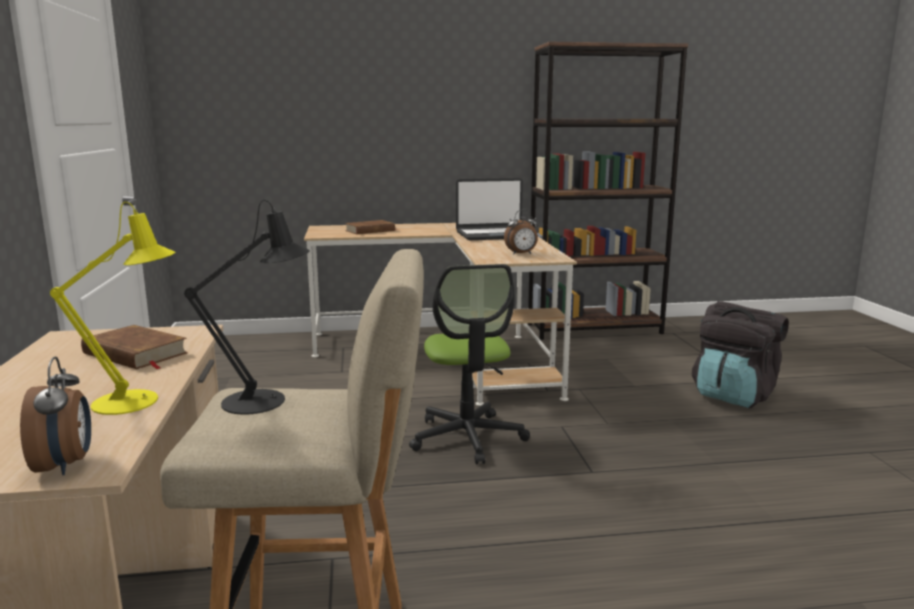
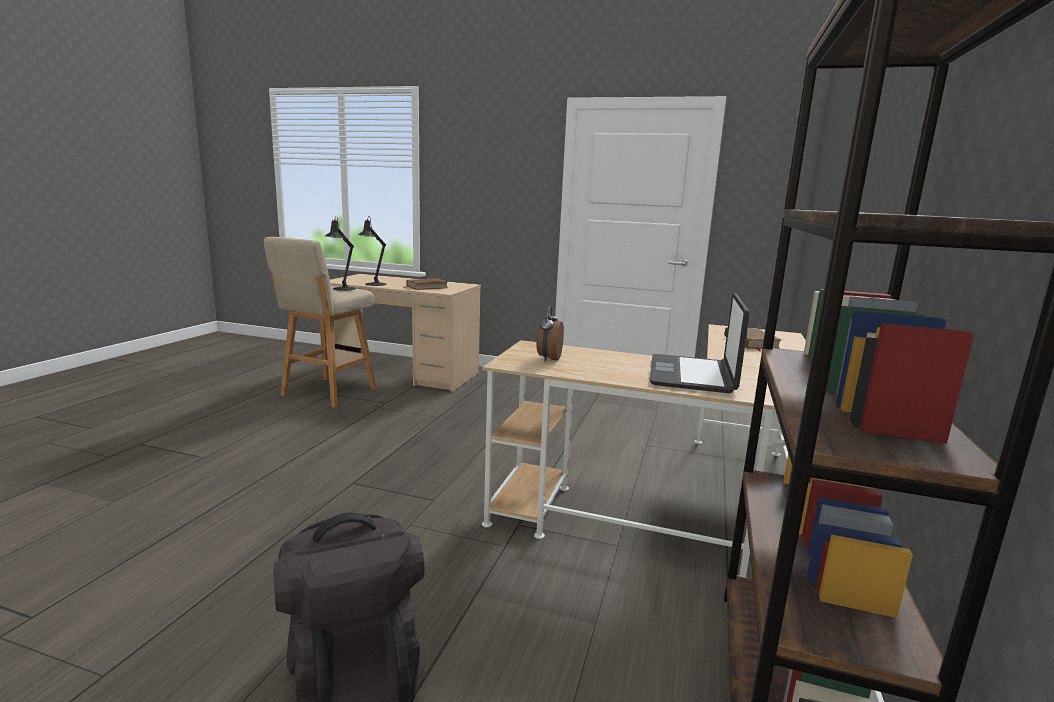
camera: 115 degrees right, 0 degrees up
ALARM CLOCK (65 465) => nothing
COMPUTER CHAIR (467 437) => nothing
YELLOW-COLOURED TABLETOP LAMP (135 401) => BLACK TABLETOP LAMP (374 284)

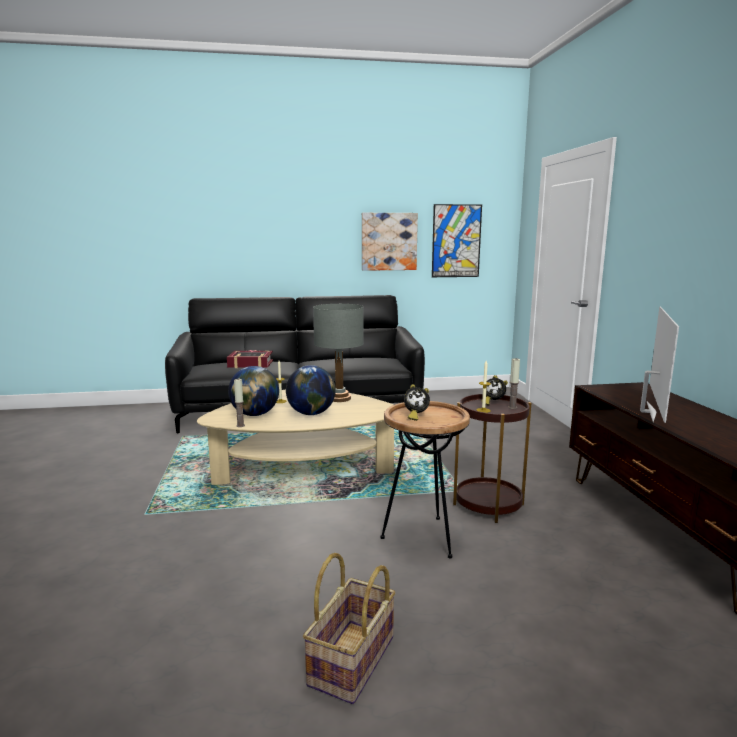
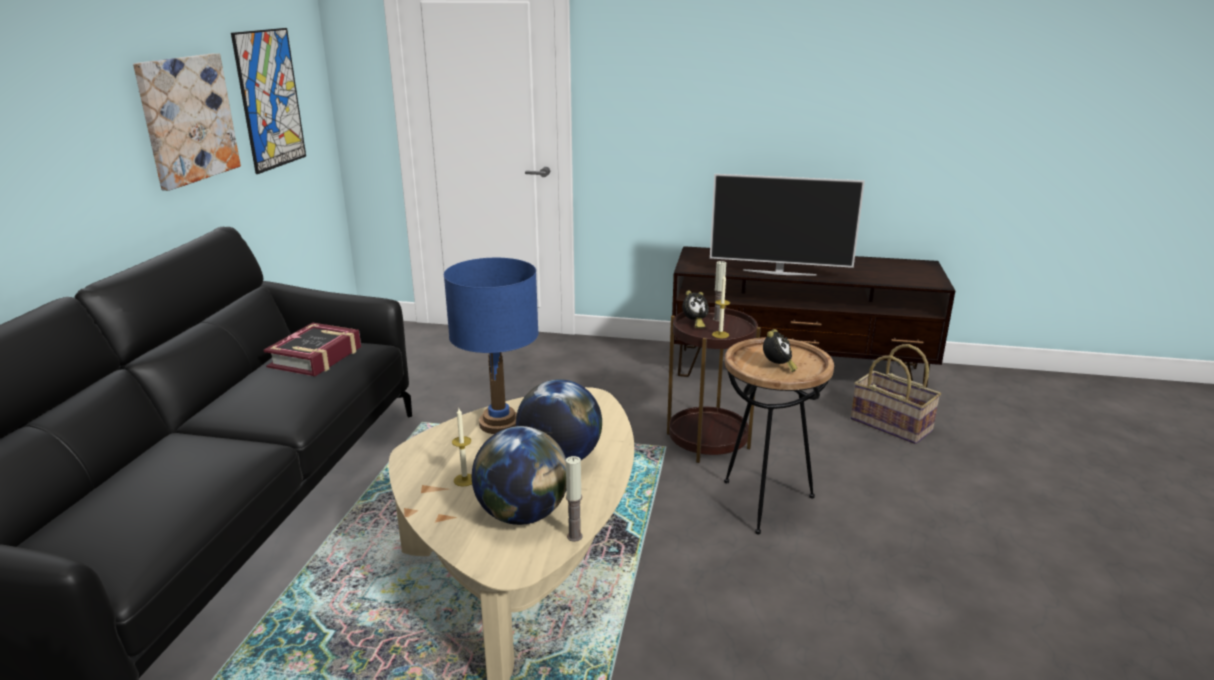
camera: 70 degrees left, 10 degrees up
BOUND BOOK (250 364) => BOUND BOOK (316 357), moved
HOUSEHOLD BASKET (353 661) => HOUSEHOLD BASKET (892 424), moved
GREYISH TABLETOP LAMP (339 398) => BLUE TABLETOP LAMP (499 424)
TELEVISION (648 411) => TELEVISION (779 272), 150 degrees clockwise

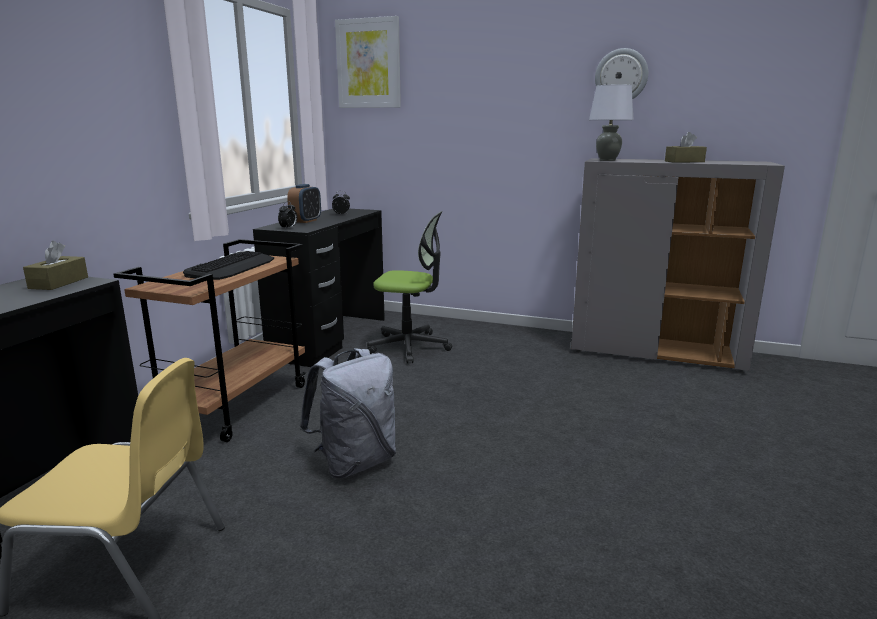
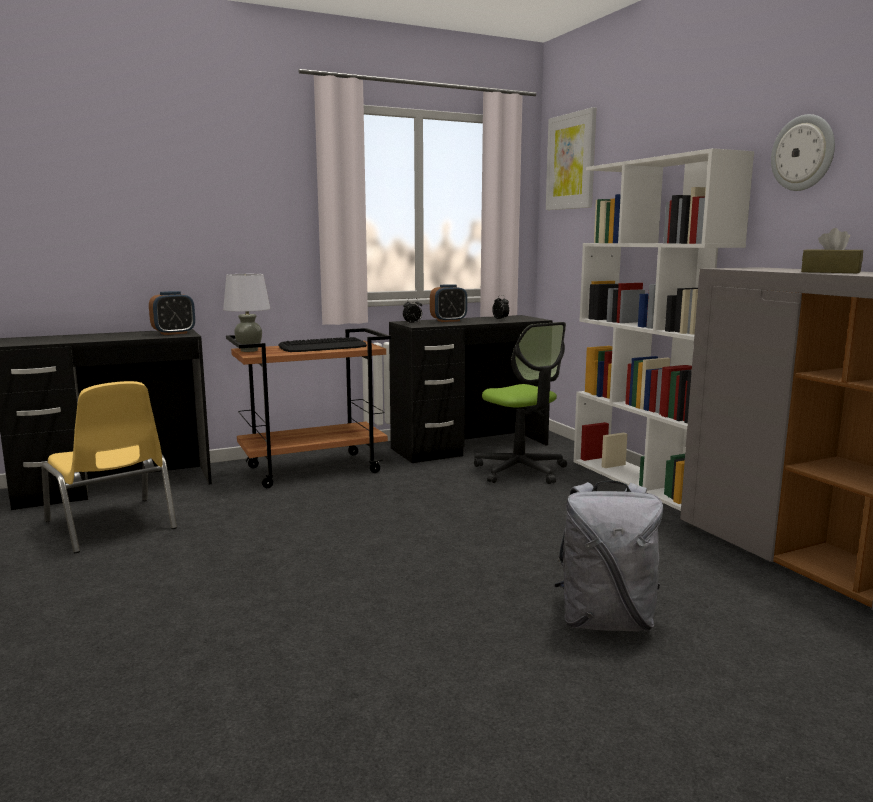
camera: 45 degrees right, 5 degrees down
nothing => WHITE-COLOURED BOOKCASE (642 481)
GREYISH RUCKSACK (355 462) => GREYISH RUCKSACK (605 621), moved
GREYISH TABLETOP LAMP (607 160) => GREYISH TABLETOP LAMP (249 350), moved
BROWNISH TISSUE HOLDER (59 283) => ALARM CLOCK (174 333)

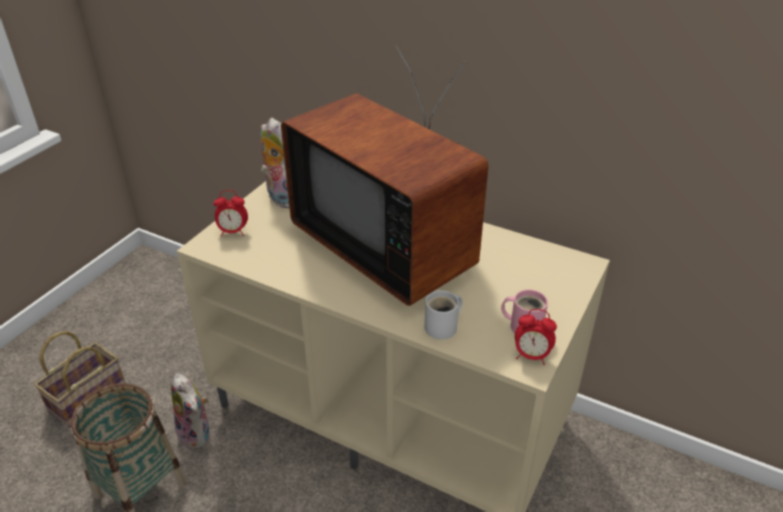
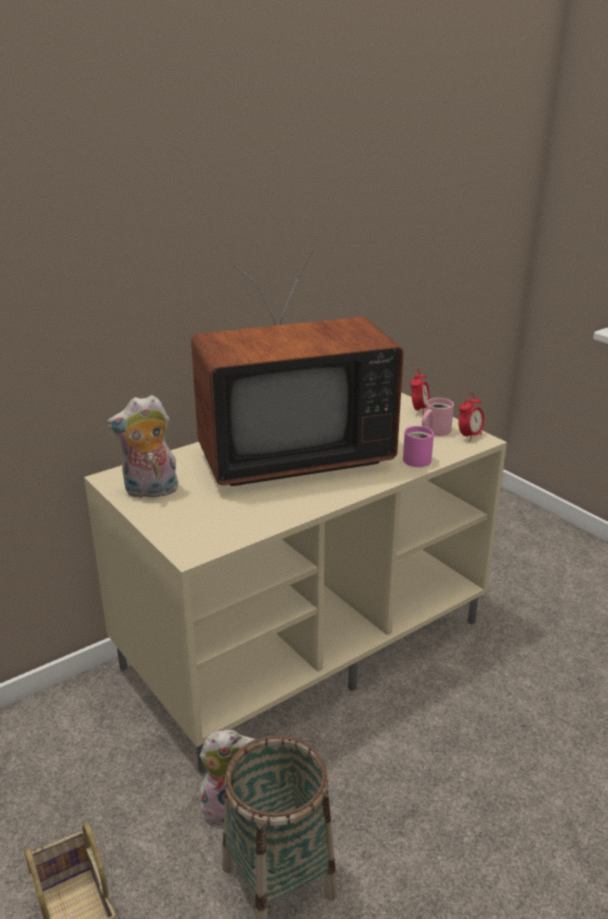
camera: 65 degrees left, 10 degrees down
ALARM CLOCK (233 232) => ALARM CLOCK (419 410), moved
WHITE-COLOURED COFFEE MUG (444 327) => PINK-COLOURED COFFEE MUG (416 459)

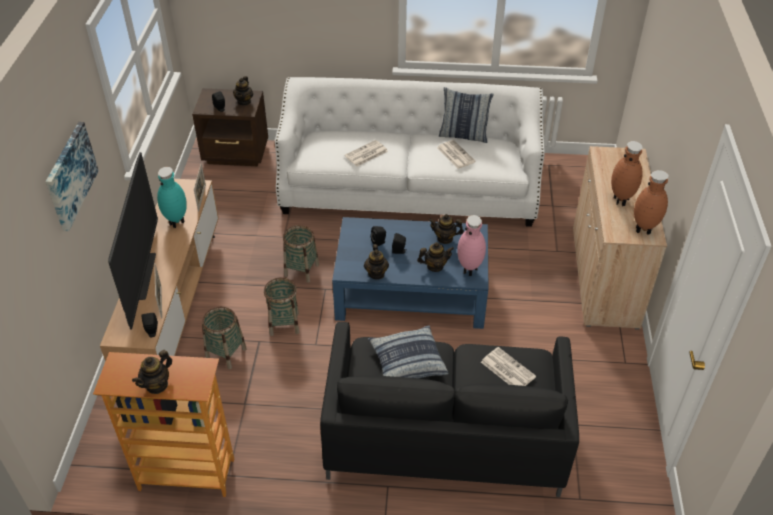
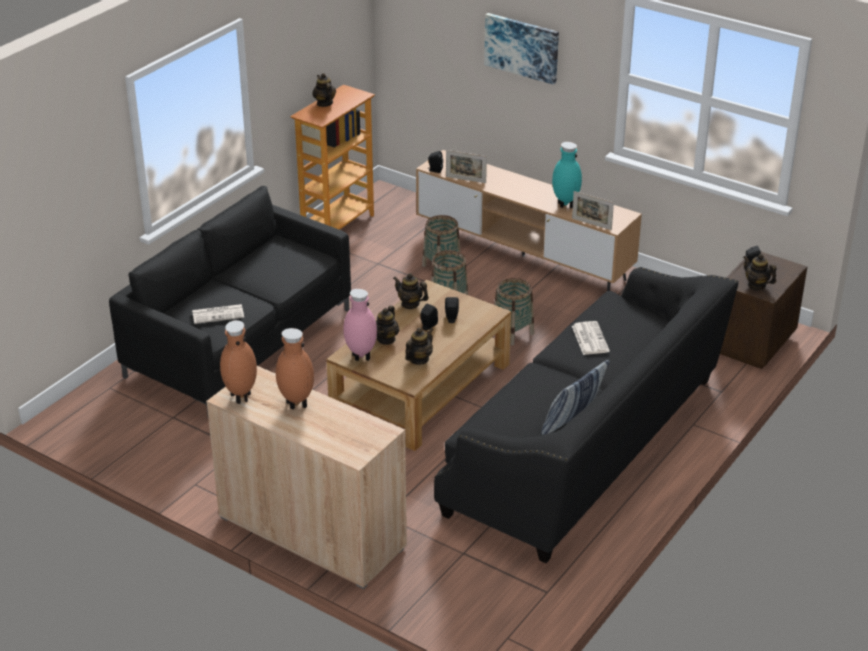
camera: 120 degrees right, 10 degrees down
TELEVISION (144 276) => nothing
THROW PILLOW (407 362) => nothing
DAILY PAPER (455 154) => nothing
WHITE-COLOURED SOFA (409 190) => BLACK SOFA (586 447)
BLUE COFFEE TABLE (412 291) => BROWNISH COFFEE TABLE (420 388)

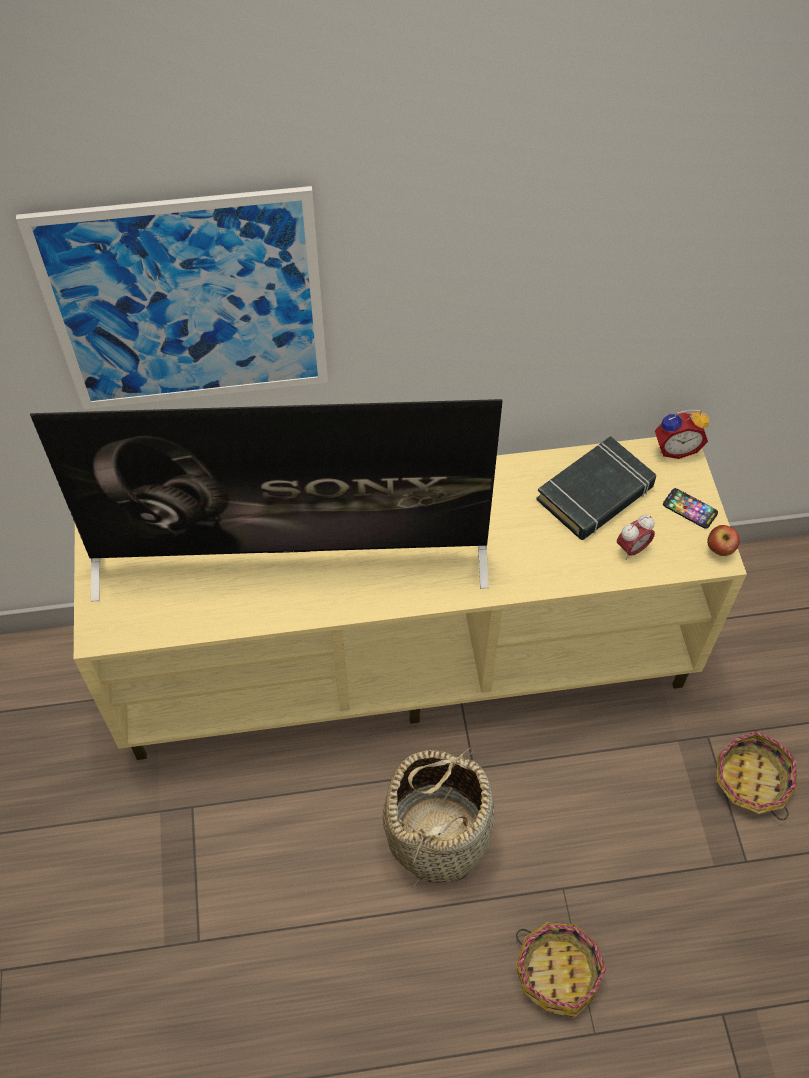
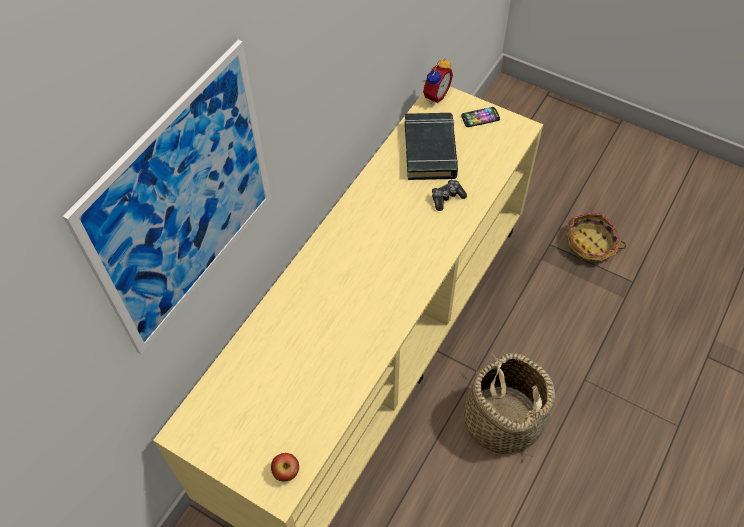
camera: 50 degrees left, 0 degrees up
TELEVISION (292 559) => nothing
HOUSEHOLD BASKET (558 971) => nothing
ALARM CLOCK (632 549) => nothing
nothing => JOYPAD (447 198)
APPLE (719 550) => APPLE (286 472), moved

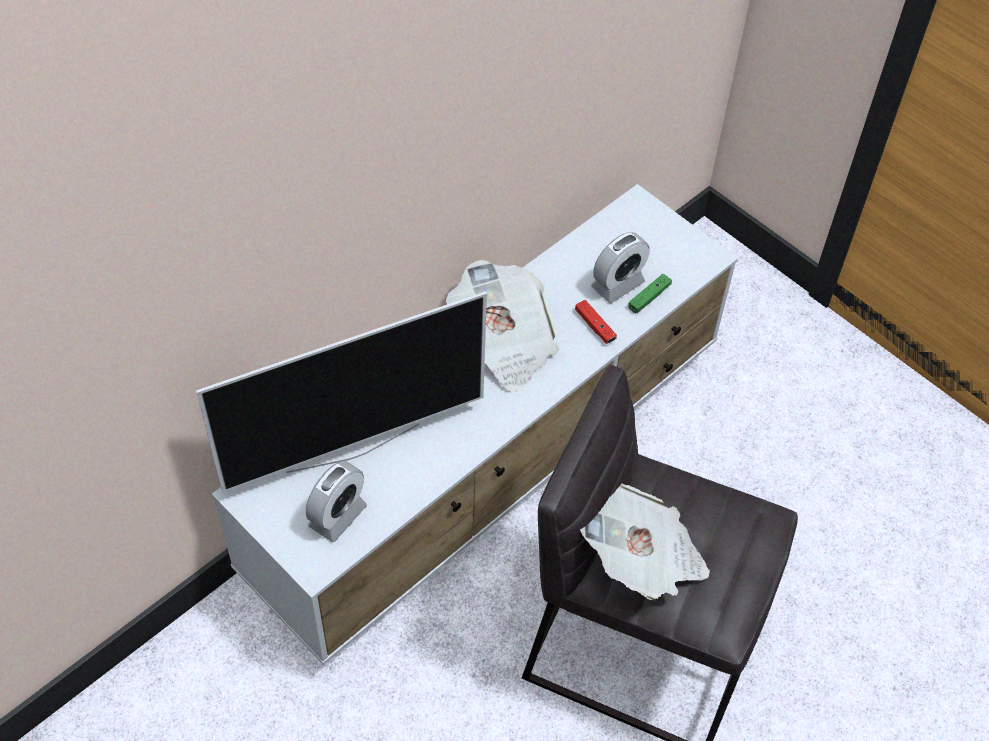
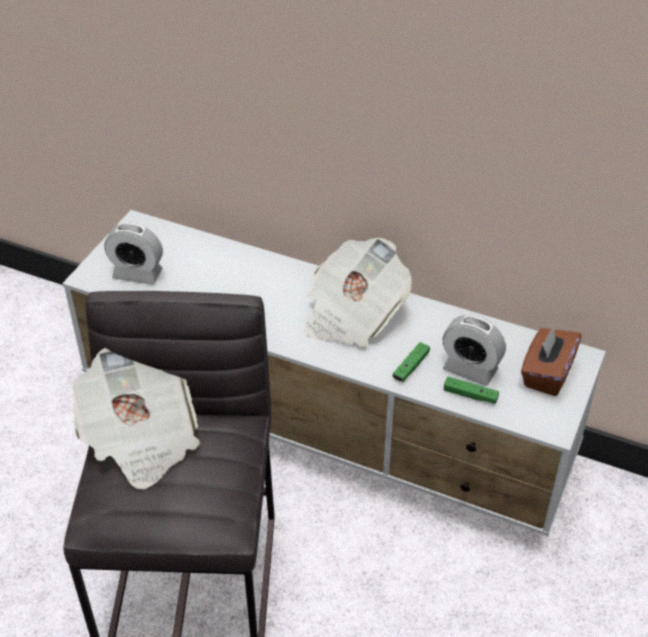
camera: 70 degrees right, 10 degrees down
TELEVISION (352 446) => nothing
nothing => BROWNISH TISSUE HOLDER (546 374)
RED-COLOURED JOYPAD (595 326) => GREEN JOYPAD (411 367)

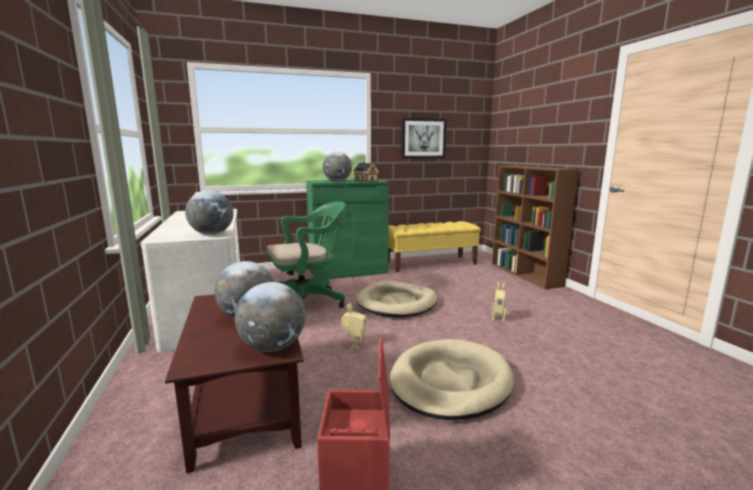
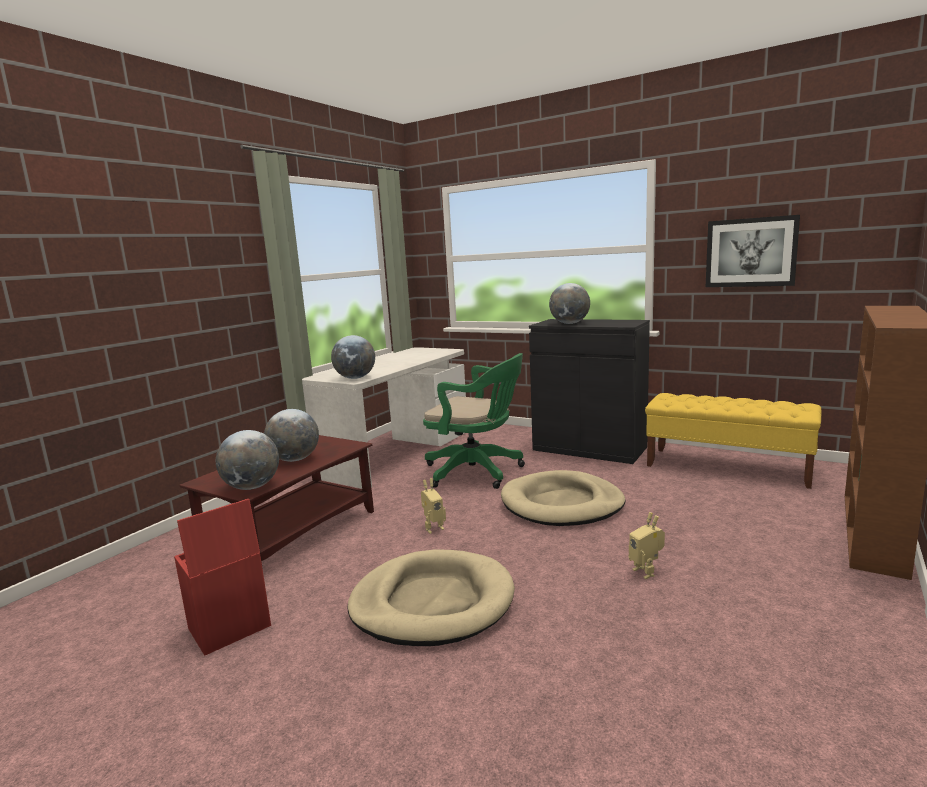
camera: 50 degrees right, 0 degrees up
MODEL HOUSE (365 180) => nothing
GREEN CUPBOARD (348 271) => BLACK CUPBOARD (589 449)

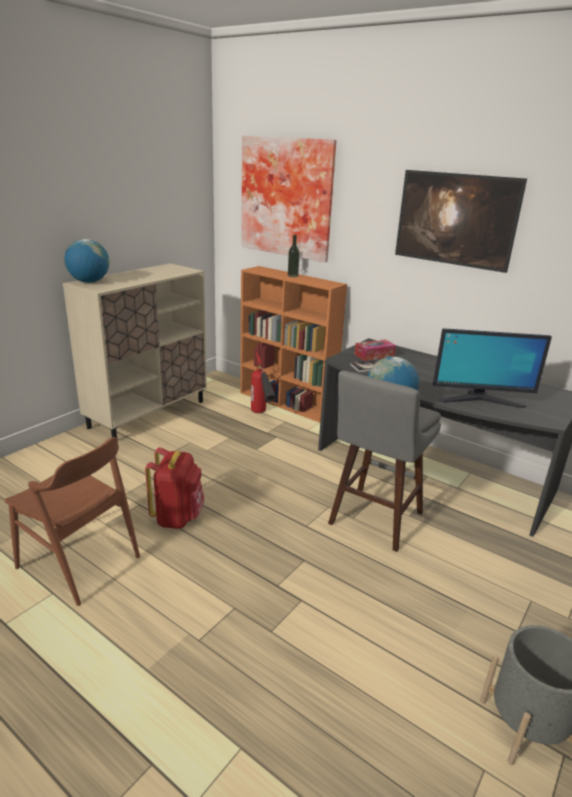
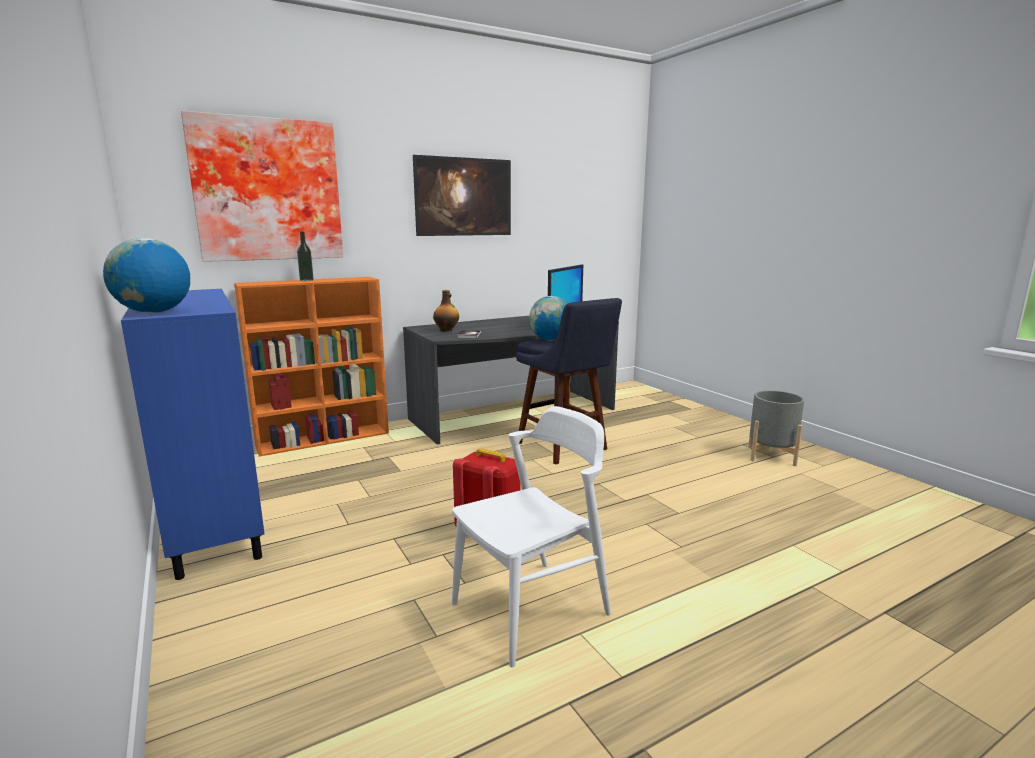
camera: 65 degrees left, 10 degrees down
EXTINGUISHER (262 416) => nothing
TISSUE HOLDER (374 355) => BOTTLE (446 330)
BROWNISH CHAIR (79 562) => WHITE-COLOURED CHAIR (531 609)
BEIGE-COLOURED CUPBOARD (148 414) => BLUE CUPBOARD (215 522)
GREYISH STOOL (373 521) => BLUE STOOL (565 448)

